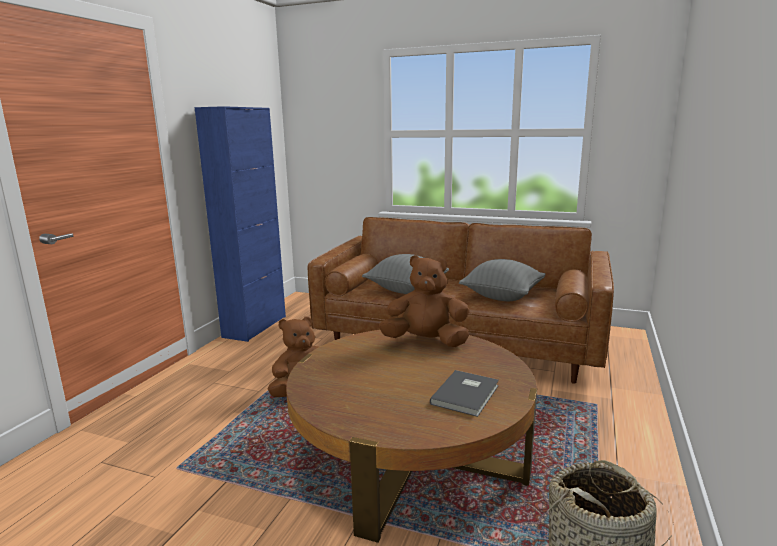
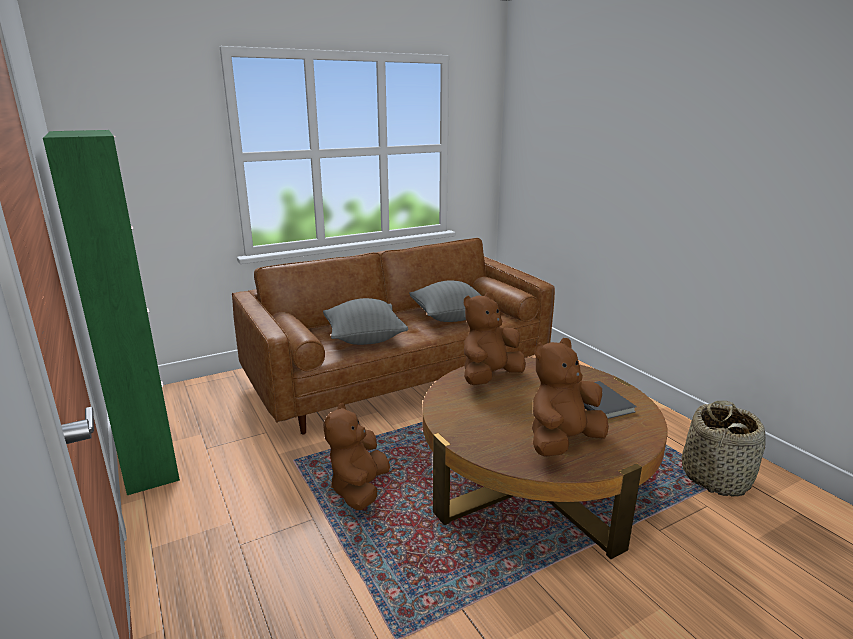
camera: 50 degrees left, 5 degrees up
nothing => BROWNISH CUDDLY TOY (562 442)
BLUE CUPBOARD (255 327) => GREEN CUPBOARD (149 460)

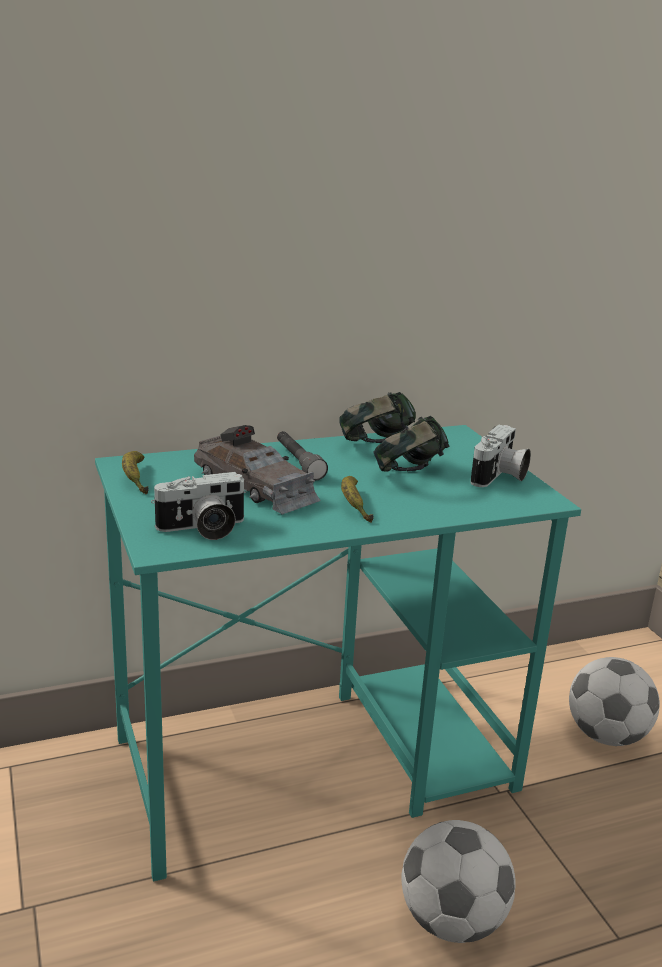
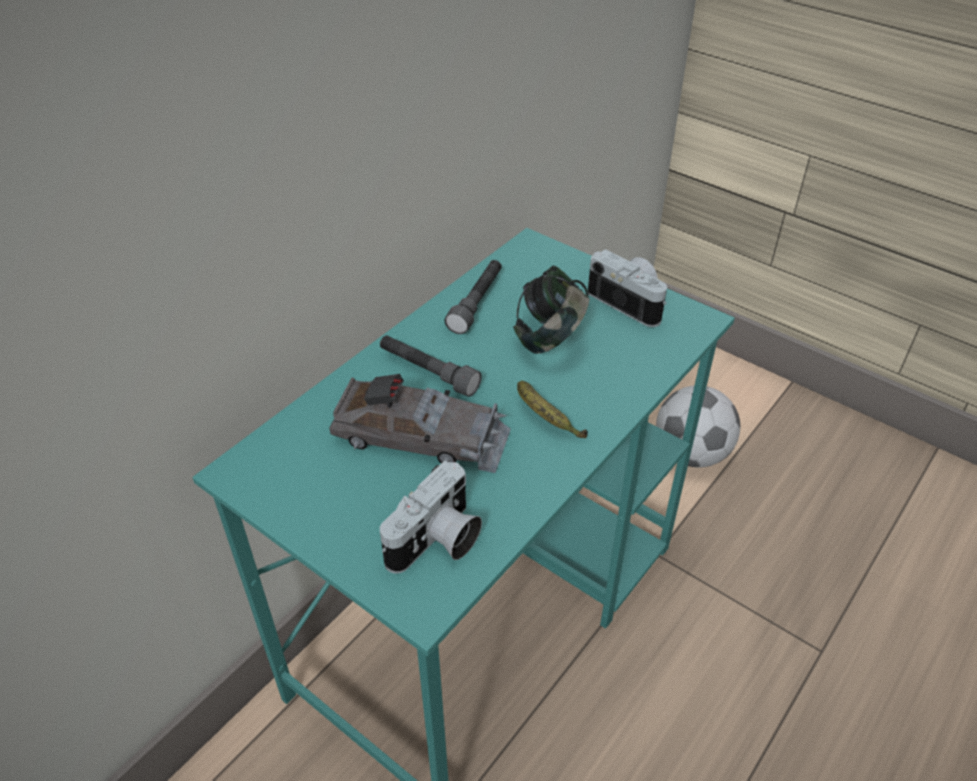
camera: 30 degrees left, 20 degrees up
WHOLE BANANA (135 479) => nothing
FOOTBALL BALL (452 920) => nothing
HEADSET (376 445) => GREYISH FLASHLIGHT (476 303)
STILL CAMERA (499 477) => STILL CAMERA (630 301), 45 degrees counterclockwise

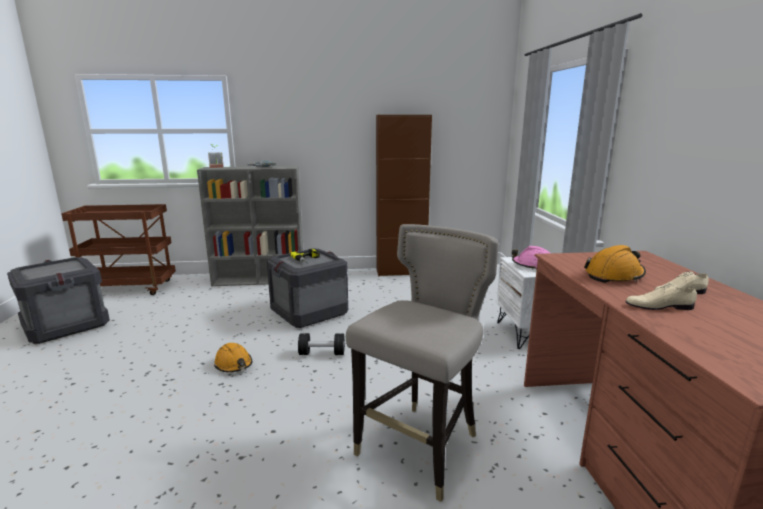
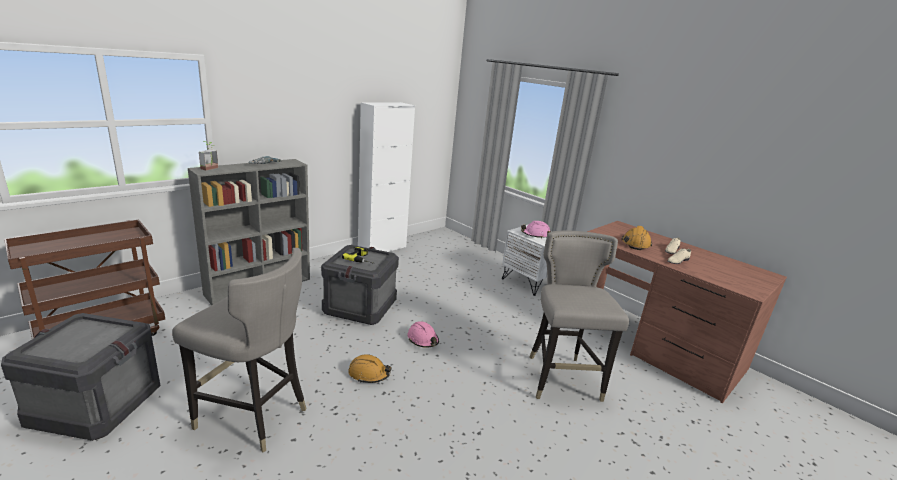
camera: 40 degrees left, 5 degrees up
nothing => GREYISH STOOL (254 416)
BLACK DUMBBELL (322 353) => PINK-COLOURED WORK HELMET (423 340)
BROWNISH CUPBOARD (401 272) => WHITE-COLOURED CUPBOARD (382 248)

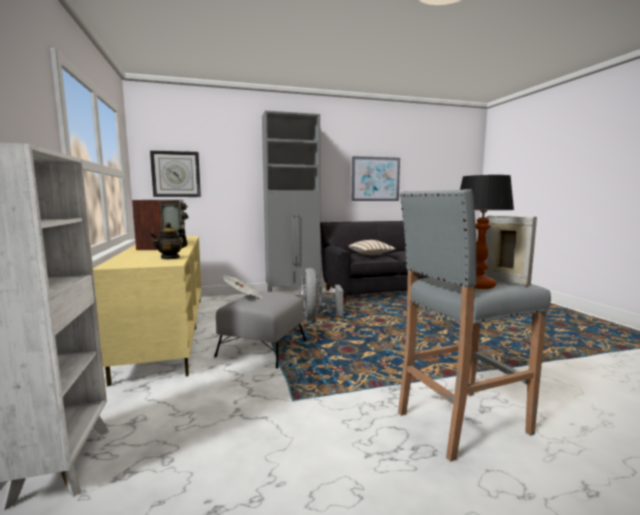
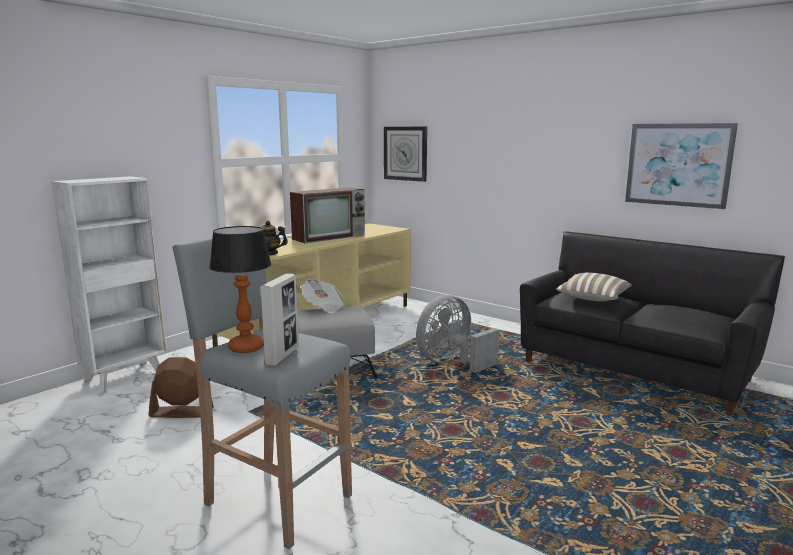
camera: 55 degrees right, 5 degrees up
GREYISH CUPBOARD (293 294) => nothing
nothing => BROWNISH FAN (181 412)

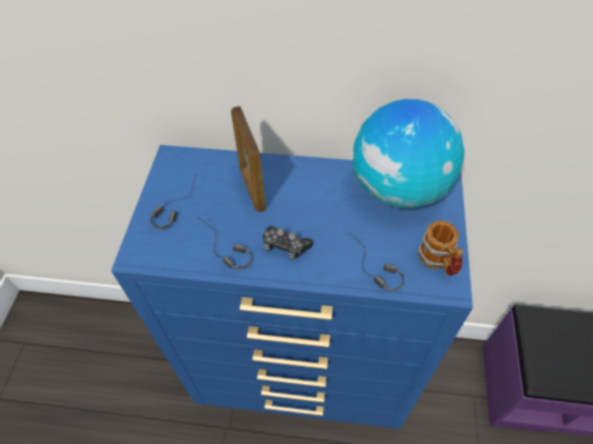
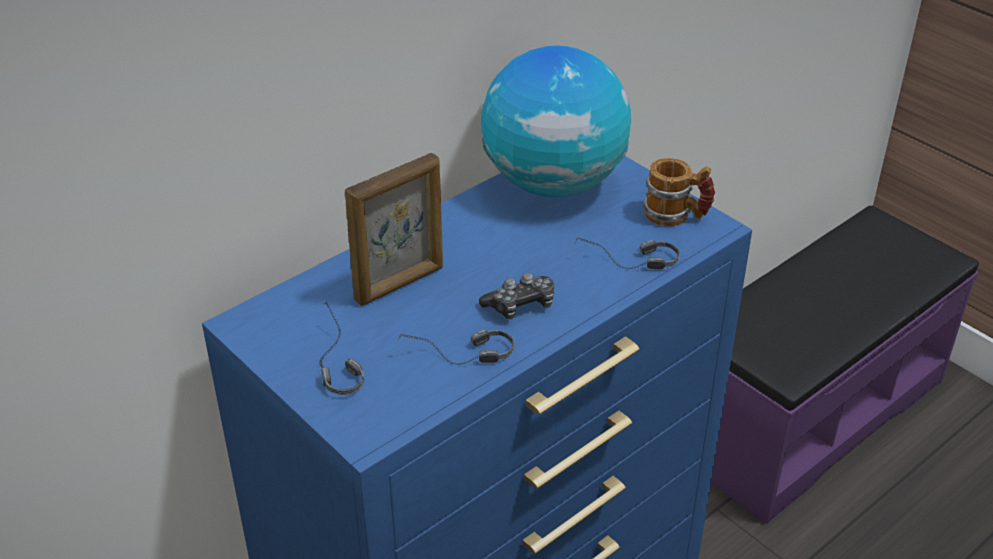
camera: 50 degrees left, 15 degrees down
PHOTO FRAME (252 189) => PHOTO FRAME (400 284), 60 degrees counterclockwise

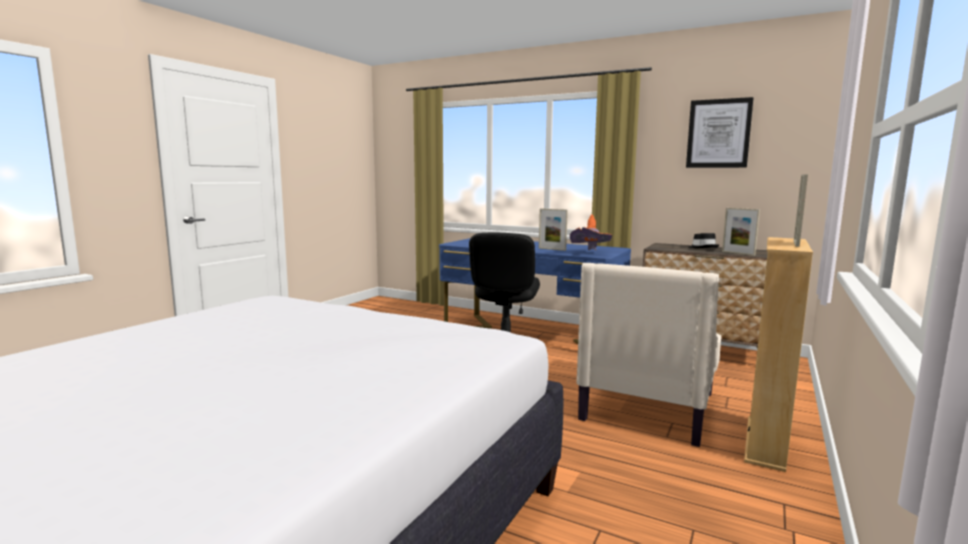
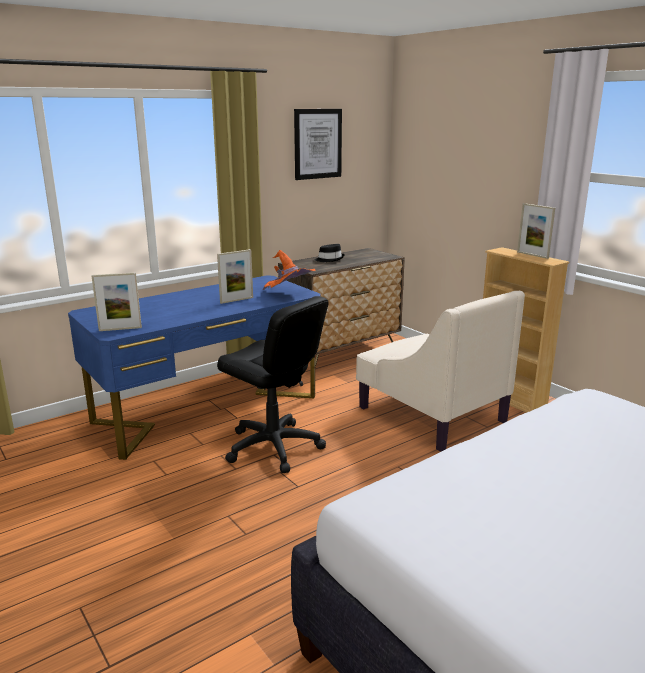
camera: 65 degrees left, 10 degrees up
PHOTO FRAME (738 253) => PHOTO FRAME (120 329), moved

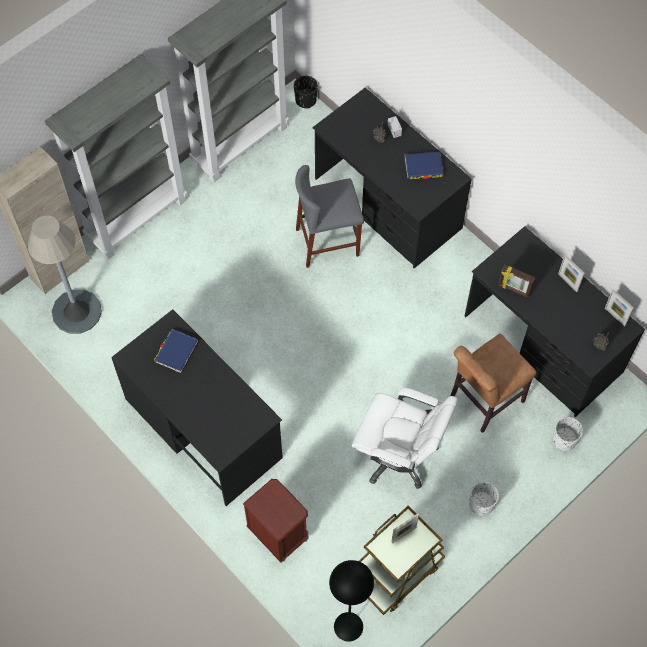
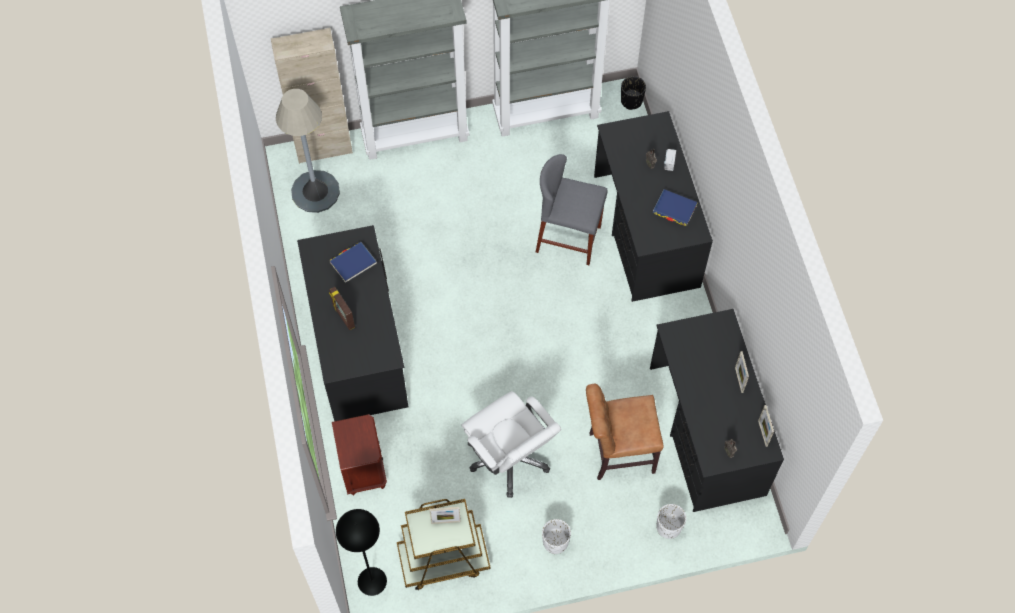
camera: 30 degrees right, 0 degrees up
PHOTO FRAME (513 290) => PHOTO FRAME (343 316), moved

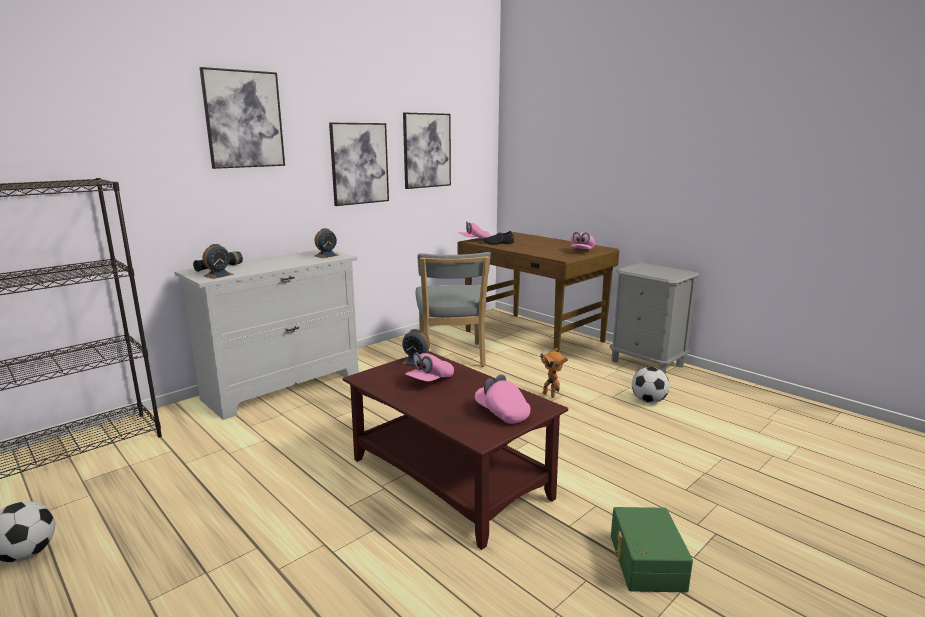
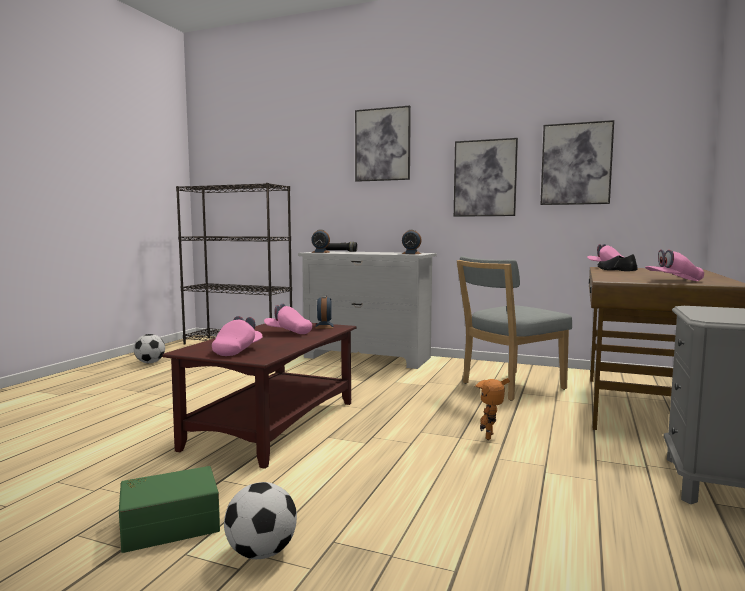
camera: 65 degrees right, 10 degrees down
FOOTBALL BALL (648 401) => FOOTBALL BALL (262 552), moved

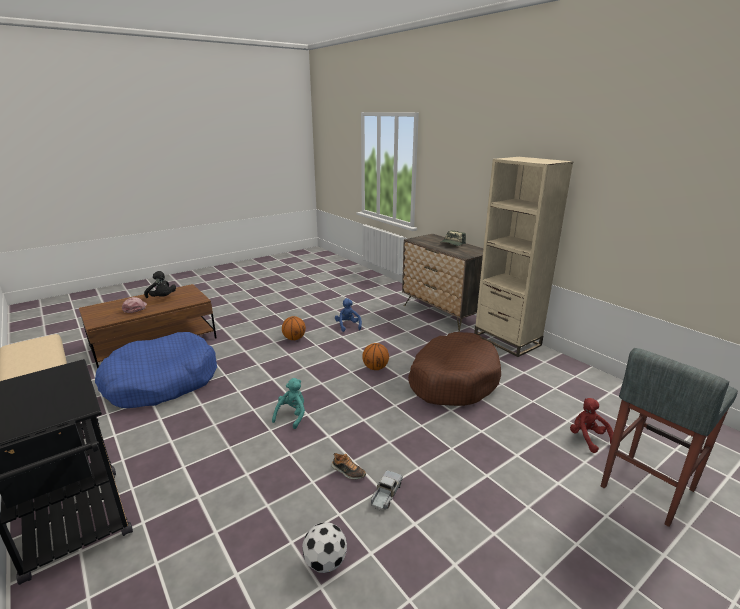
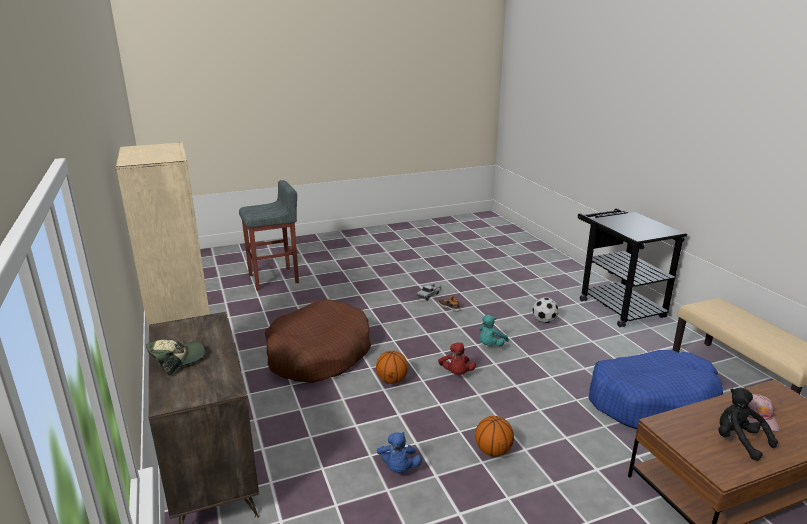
camera: 165 degrees left, 0 degrees up
FOOTBALL BALL (325 562) => FOOTBALL BALL (544 321), moved
RED-COLOURED CUDDLY TOY (588 438) => RED-COLOURED CUDDLY TOY (456 373), moved

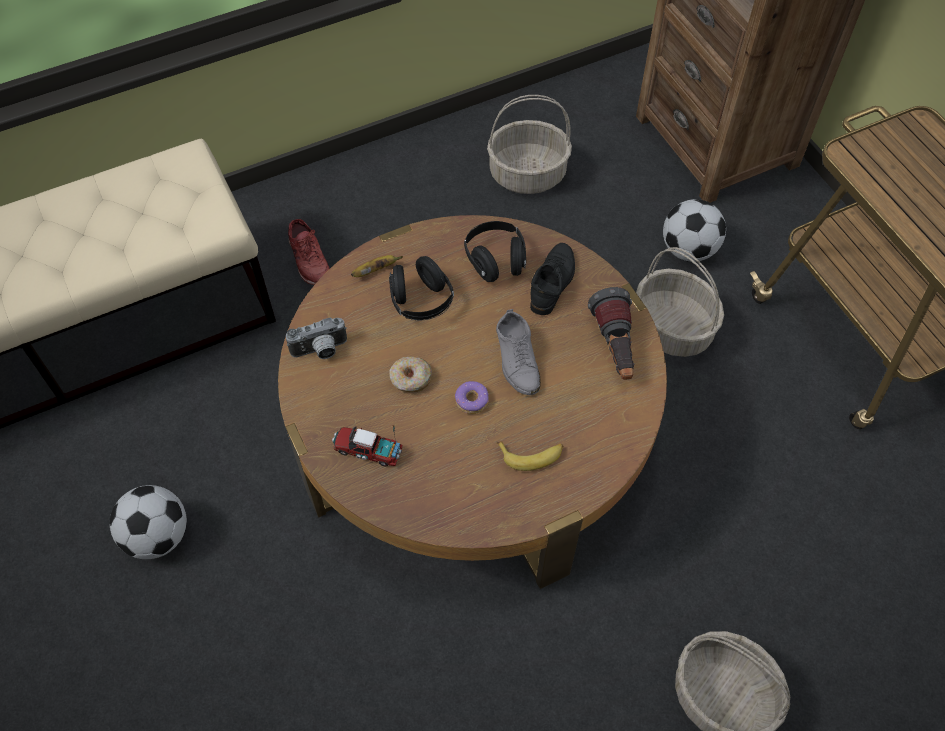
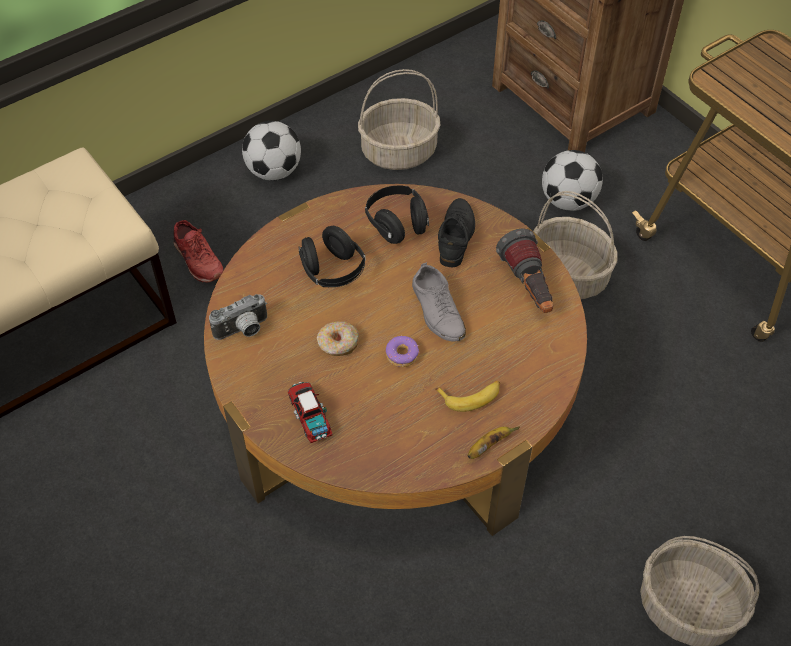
camera: 10 degrees left, 5 degrees down
FOOTBALL BALL (158 535) => FOOTBALL BALL (274 171), moved
WHOLE BANANA (375 270) => WHOLE BANANA (488 446), moved
TOY LORRY (367 450) => TOY LORRY (309 415), 60 degrees clockwise

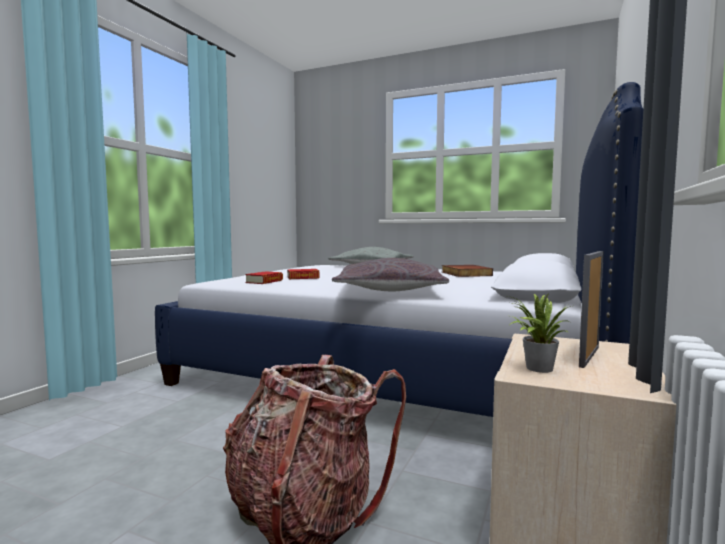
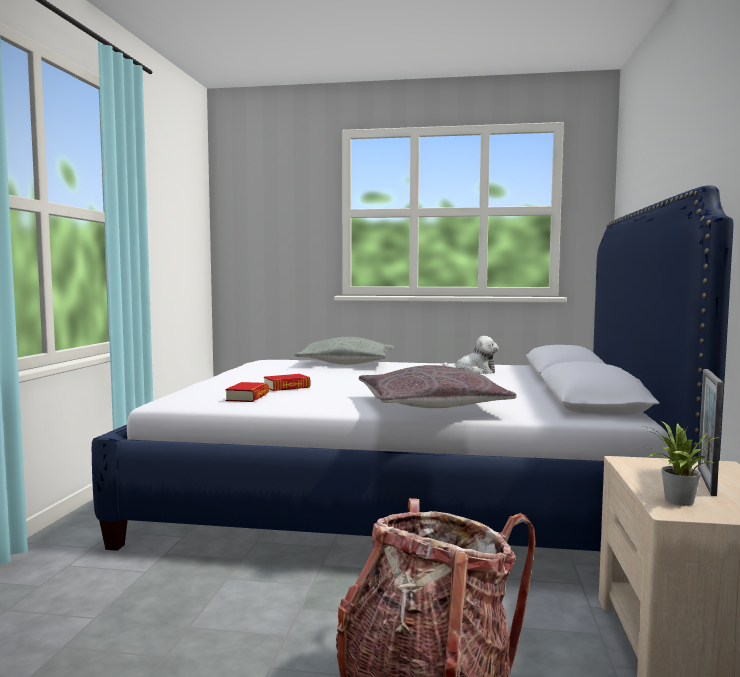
camera: 15 degrees left, 0 degrees up
BOUND BOOK (465 274) => CUDDLY TOY (473 371)

